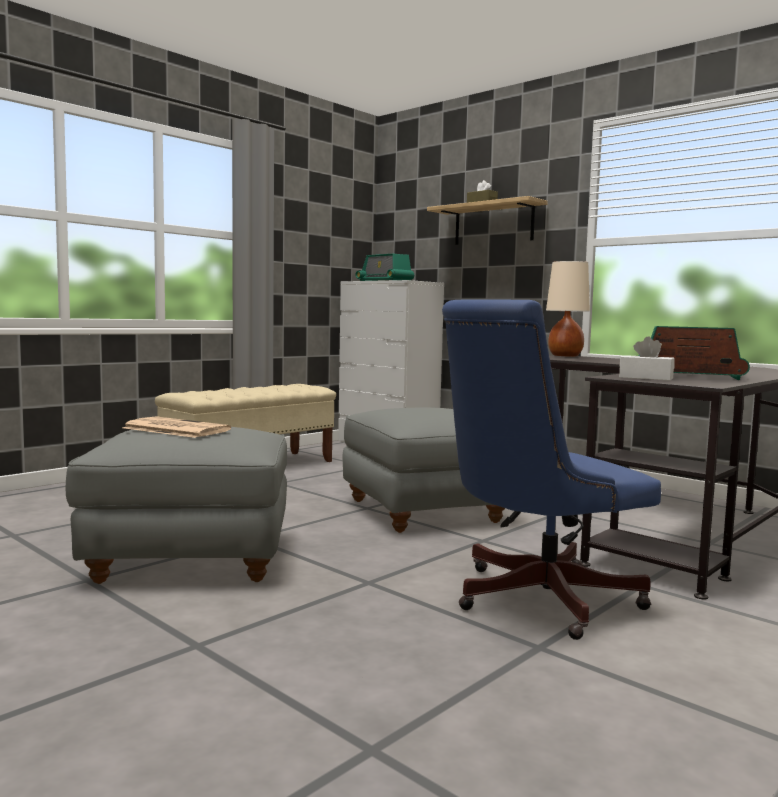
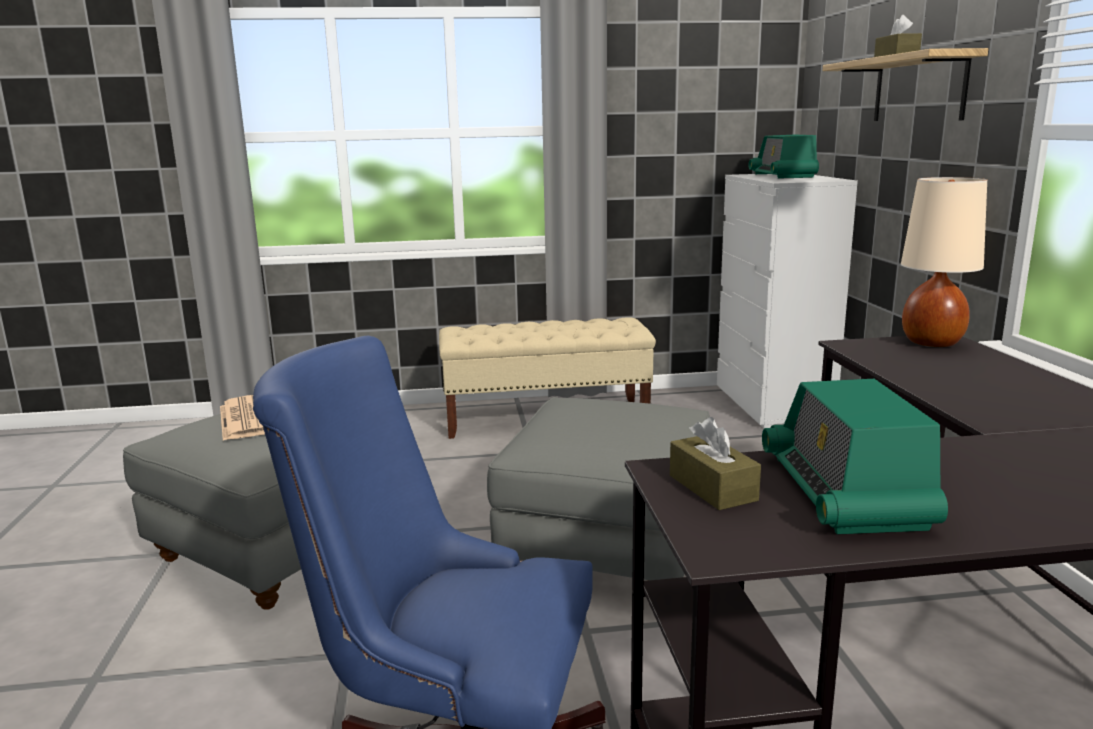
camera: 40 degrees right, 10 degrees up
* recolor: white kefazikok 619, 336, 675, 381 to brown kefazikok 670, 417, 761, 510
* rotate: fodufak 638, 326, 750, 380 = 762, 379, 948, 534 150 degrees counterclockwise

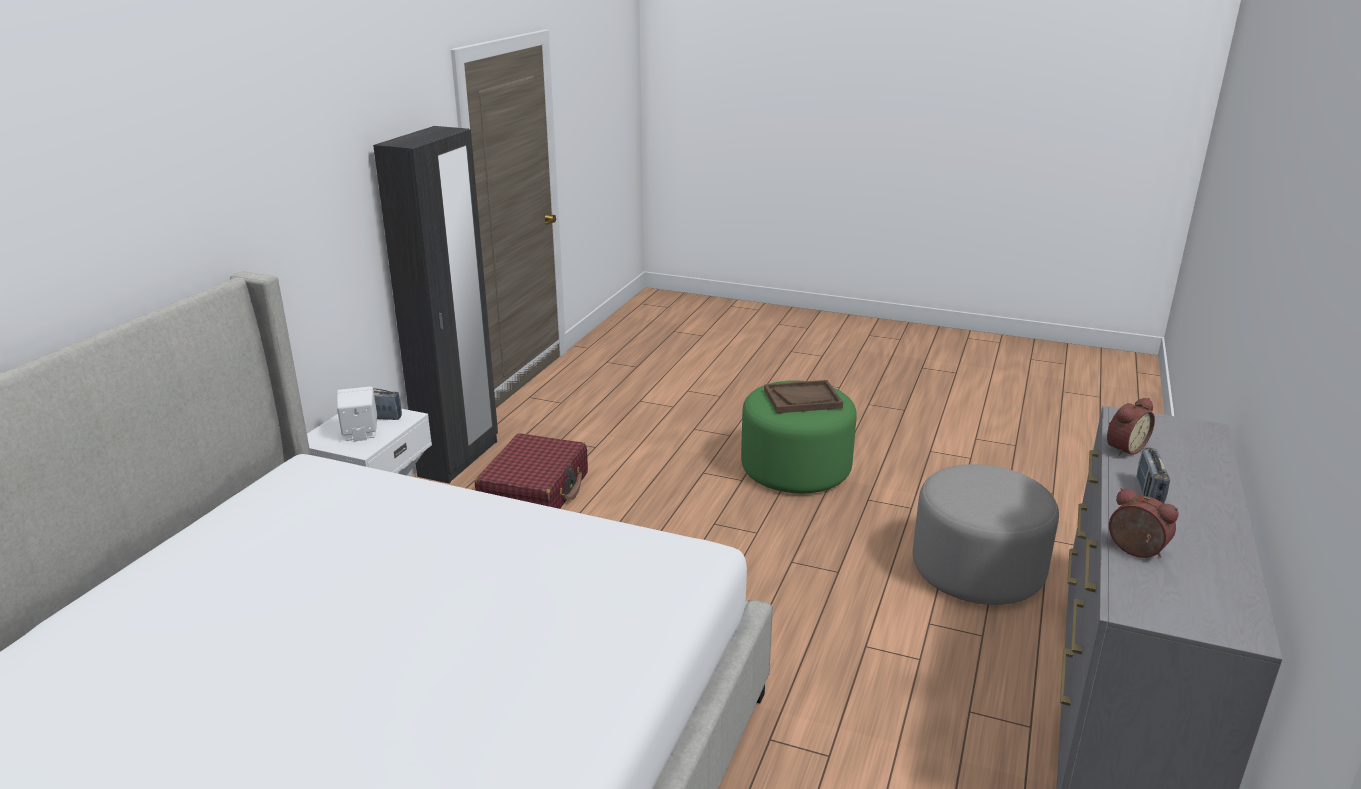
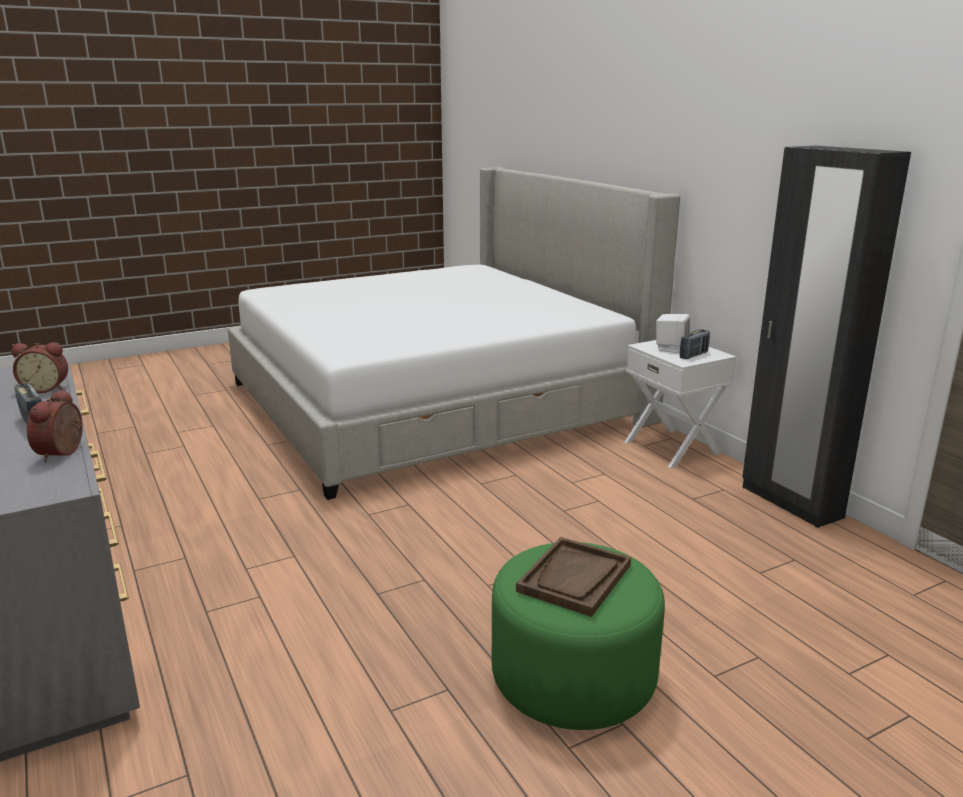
camera: 130 degrees right, 5 degrees down
* delete: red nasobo 475, 433, 588, 509
* delete: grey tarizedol 913, 464, 1059, 605

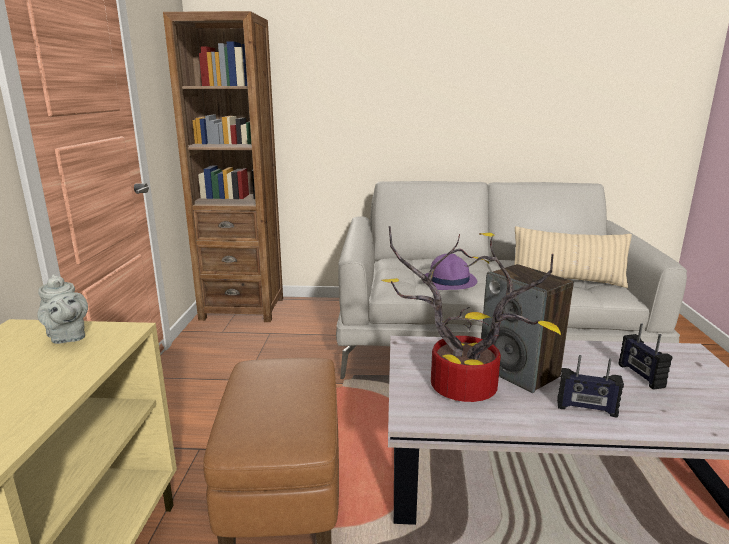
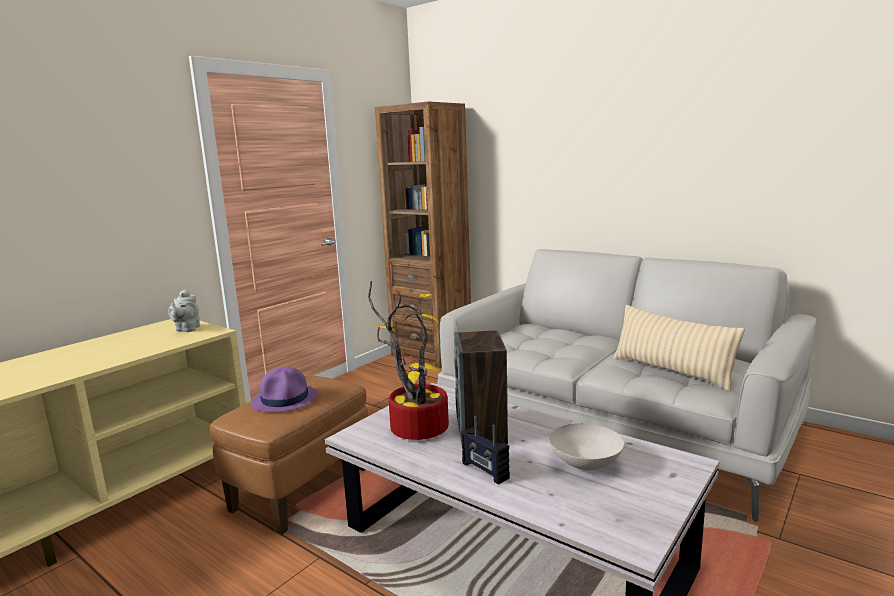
camera: 35 degrees right, 5 degrees down
* move: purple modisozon 425, 253, 477, 290 to 251, 367, 318, 412
* replace: fodufak 618, 323, 672, 390 to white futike 549, 423, 624, 471

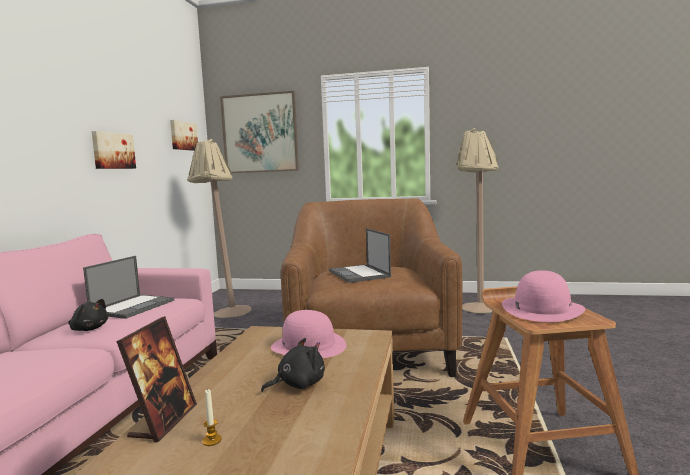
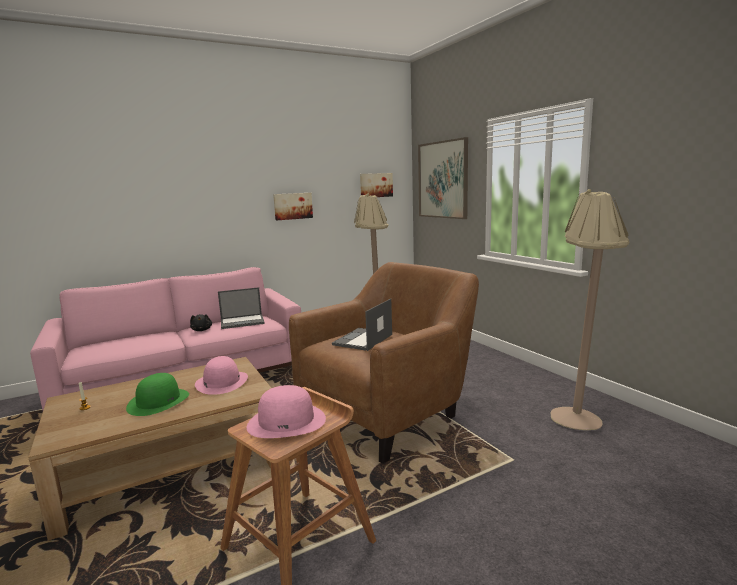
camera: 50 degrees right, 5 degrees up
* replace: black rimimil 261, 338, 325, 392 to green modisozon 126, 373, 189, 416
* delete: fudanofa 116, 316, 197, 443

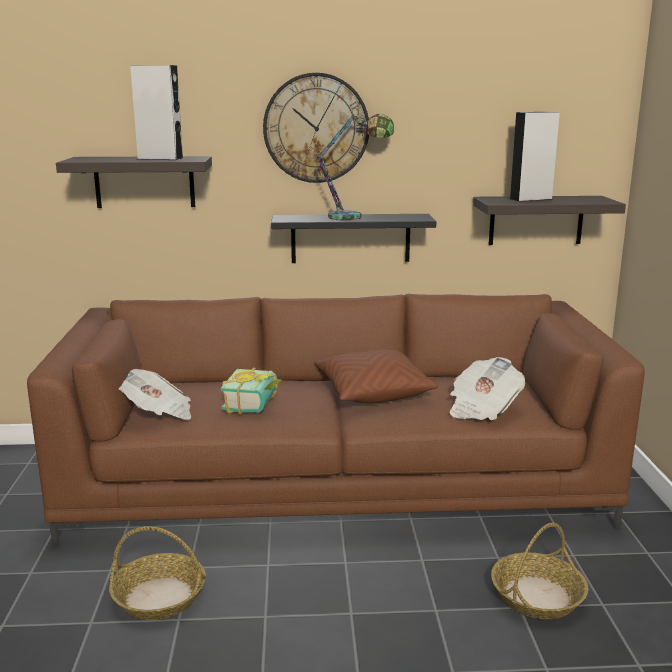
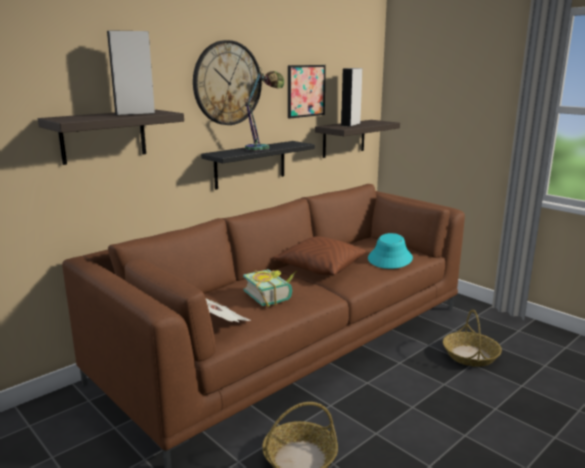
camera: 40 degrees left, 0 degrees up
* insert: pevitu 288, 65, 326, 119
* replace: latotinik 450, 357, 525, 420 to turquoise modisozon 368, 233, 413, 269

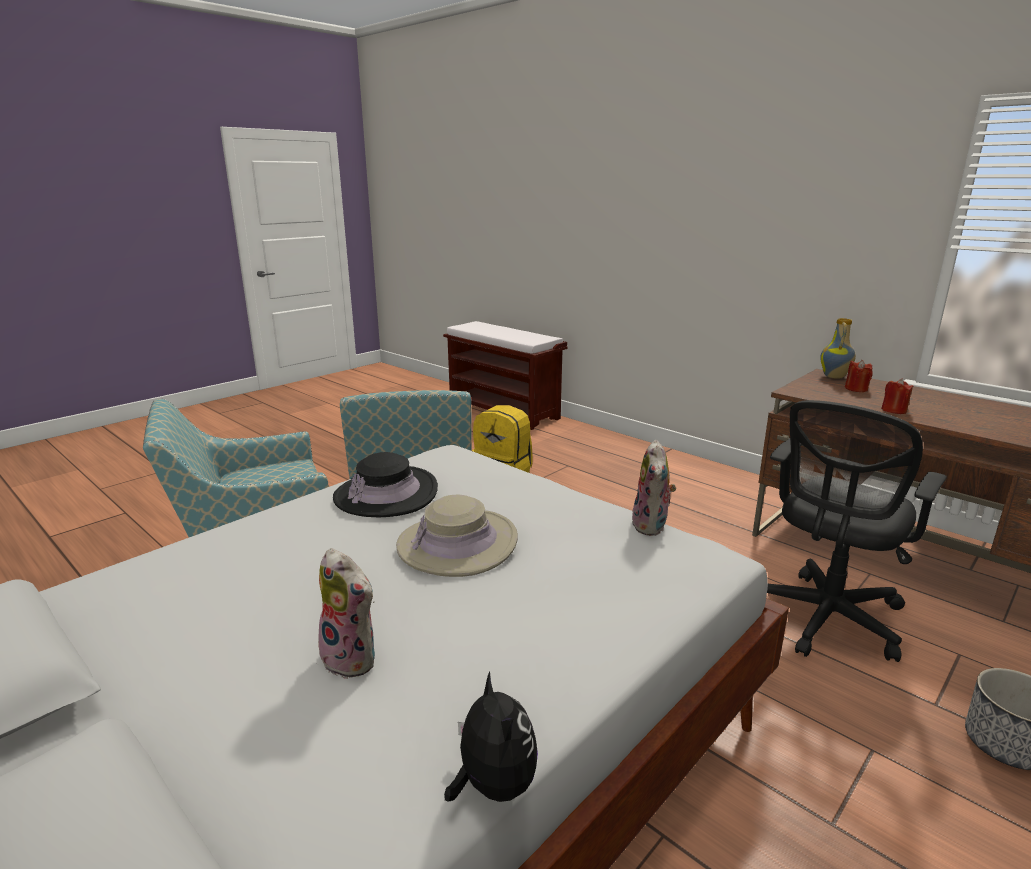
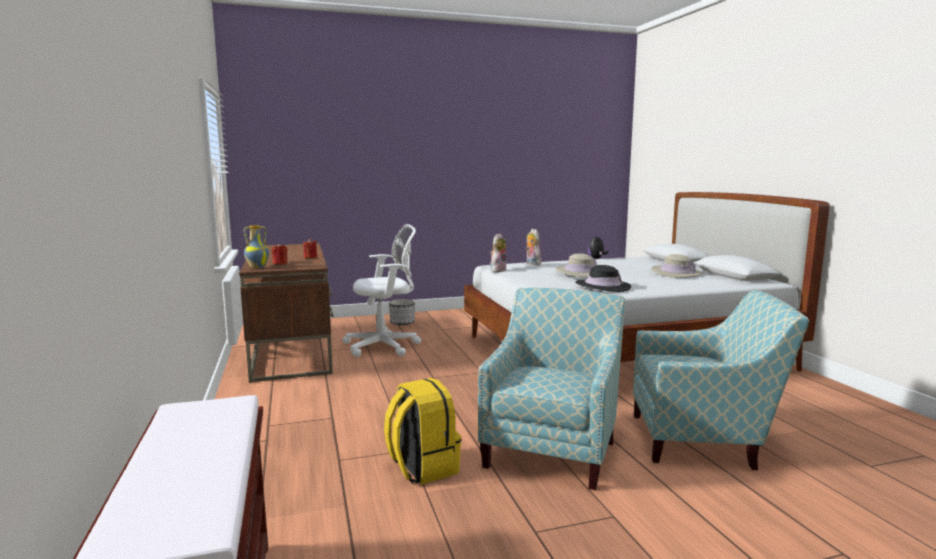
camera: 150 degrees left, 10 degrees down
* recolor: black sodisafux 767, 400, 947, 662 to white sodisafux 343, 224, 421, 357
* move: rimimil 318, 548, 375, 679 to 526, 229, 541, 266
* insert: beige modisozon 651, 254, 702, 278

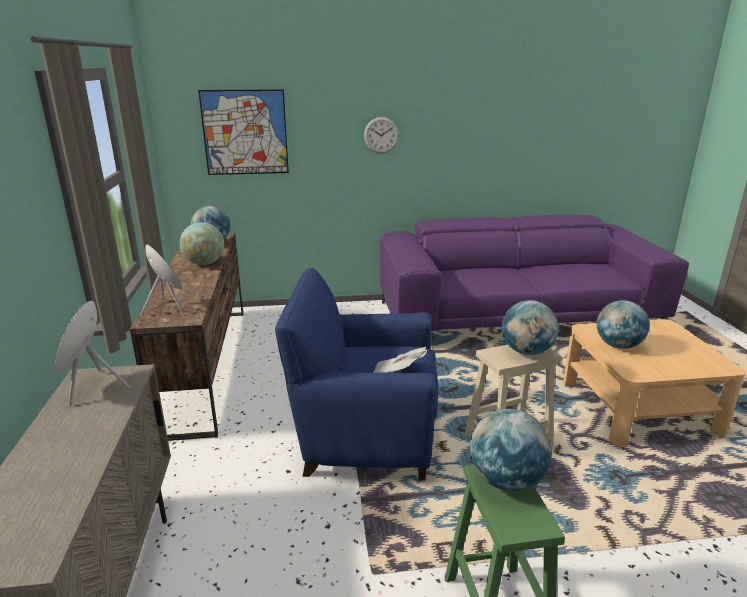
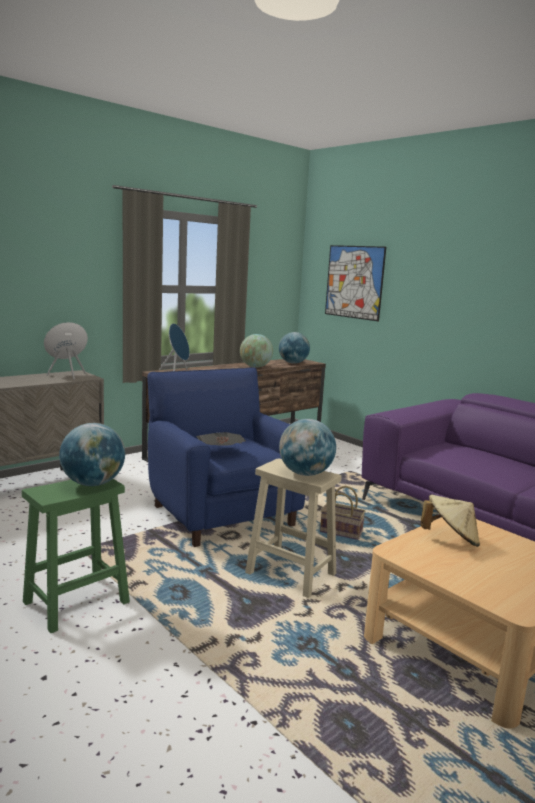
camera: 55 degrees right, 10 degrees down
* insert: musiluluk 320, 486, 365, 540
* replace: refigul 597, 300, 650, 349 to beige modisozon 420, 495, 480, 547
* delete: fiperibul 364, 117, 399, 154

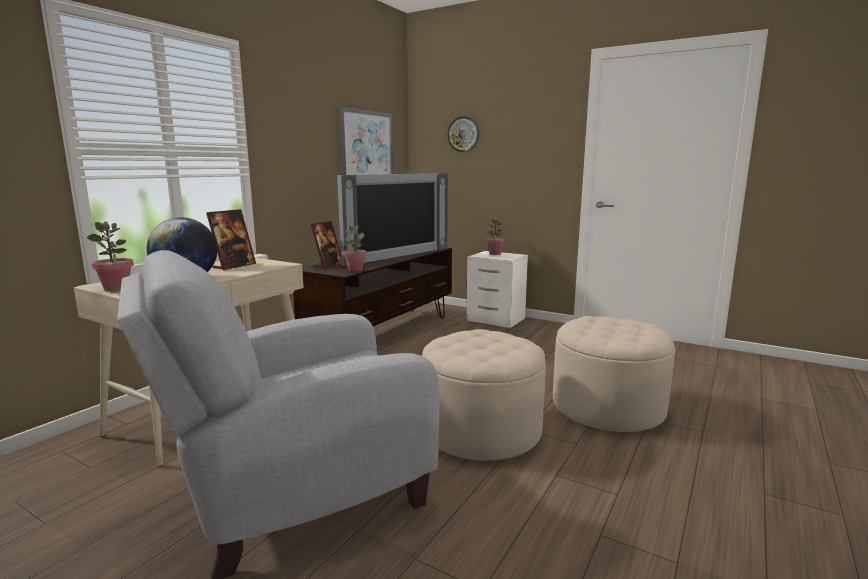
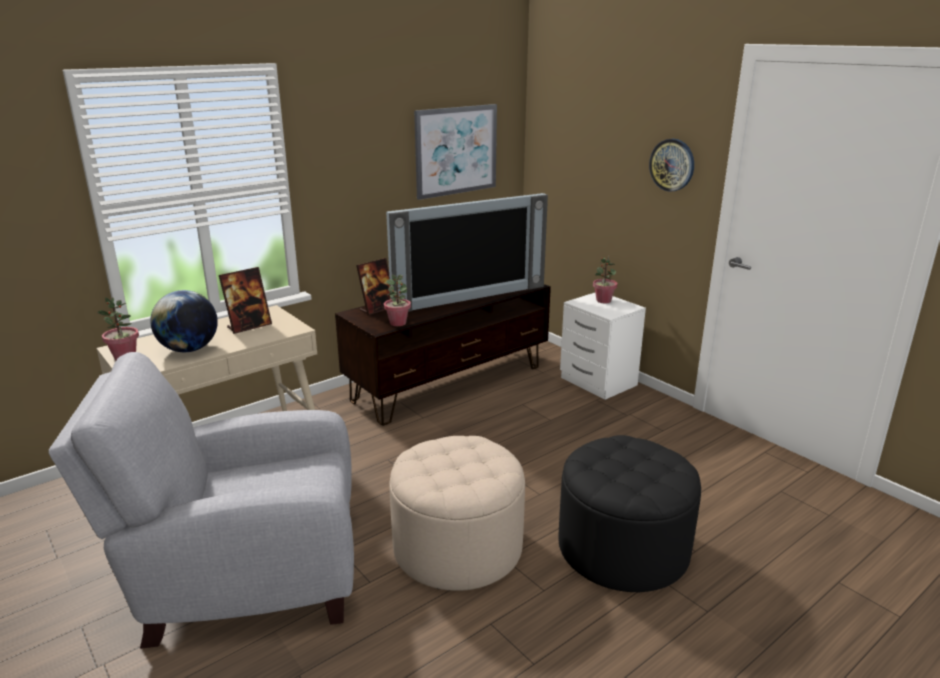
camera: 20 degrees right, 10 degrees up
* recolor: beige tarizedol 553, 316, 675, 432 to black tarizedol 558, 435, 701, 593
* move: fiperibul 447, 116, 479, 152 to 649, 139, 694, 192

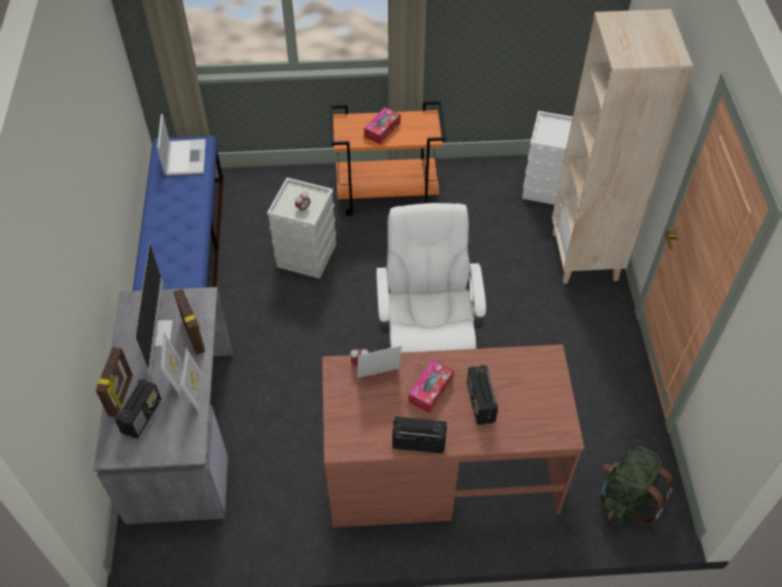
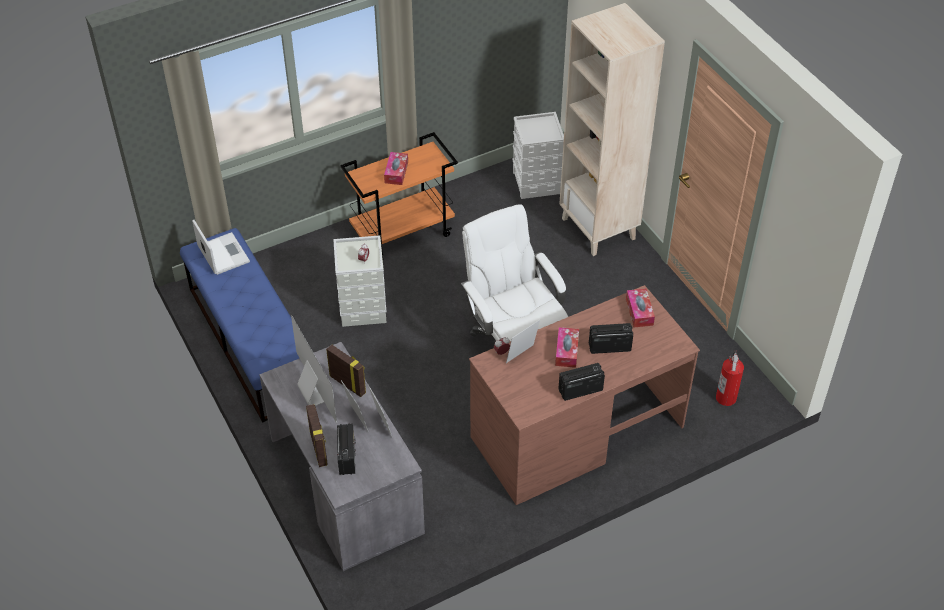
camera: 25 degrees left, 5 degrees down
* rotate: fodufak 467, 365, 498, 425 = 589, 323, 633, 354 120 degrees clockwise
* insert: kefazikok 626, 288, 655, 327
* replace: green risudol 600, 447, 672, 525 to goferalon 716, 350, 744, 406

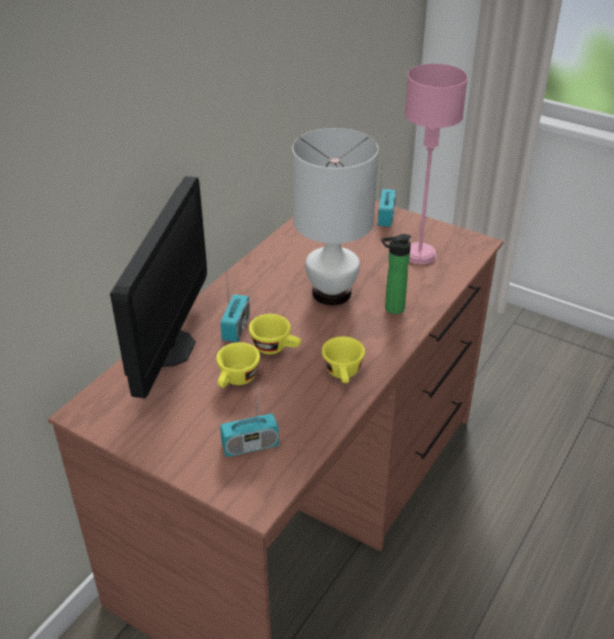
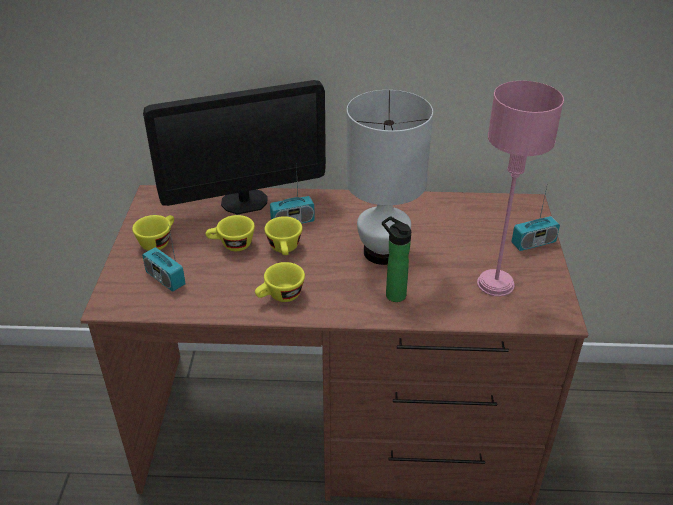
camera: 60 degrees right, 0 degrees up
* insert: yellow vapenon 132, 215, 174, 251

